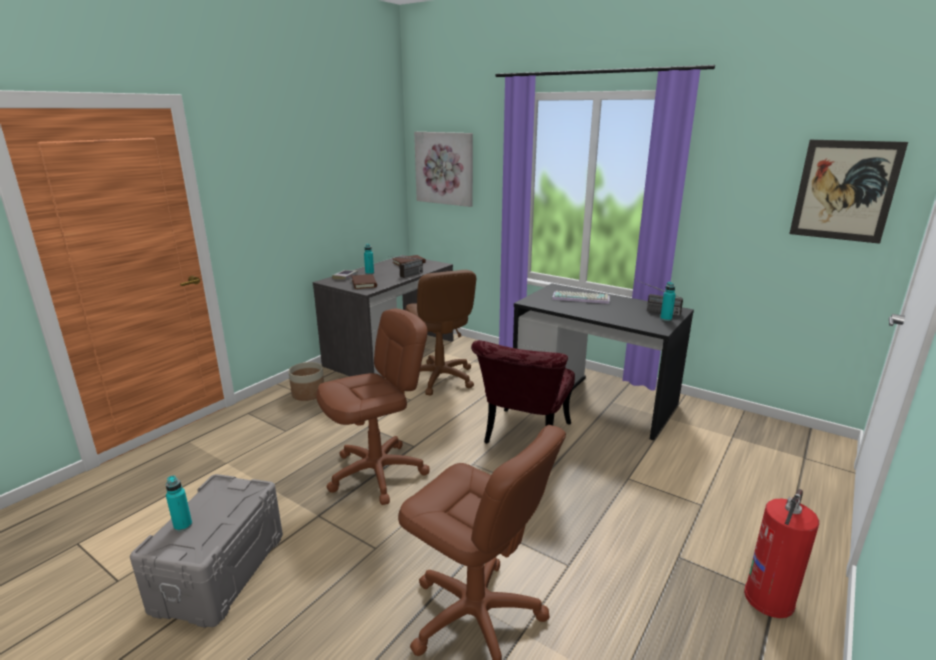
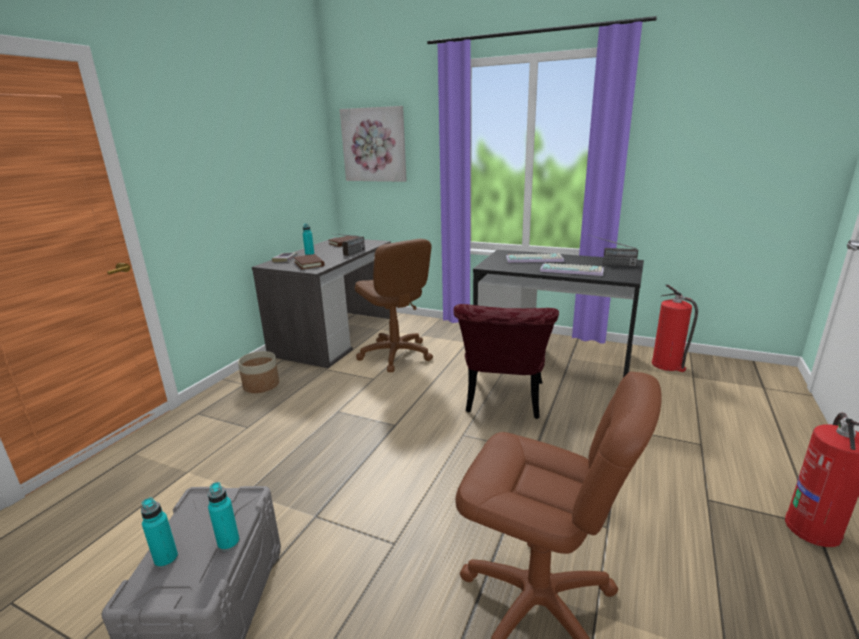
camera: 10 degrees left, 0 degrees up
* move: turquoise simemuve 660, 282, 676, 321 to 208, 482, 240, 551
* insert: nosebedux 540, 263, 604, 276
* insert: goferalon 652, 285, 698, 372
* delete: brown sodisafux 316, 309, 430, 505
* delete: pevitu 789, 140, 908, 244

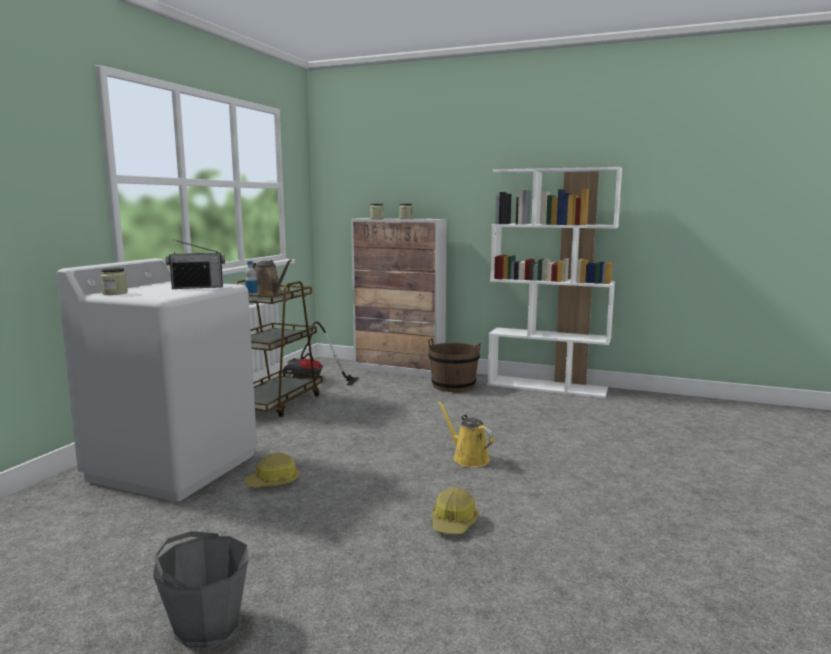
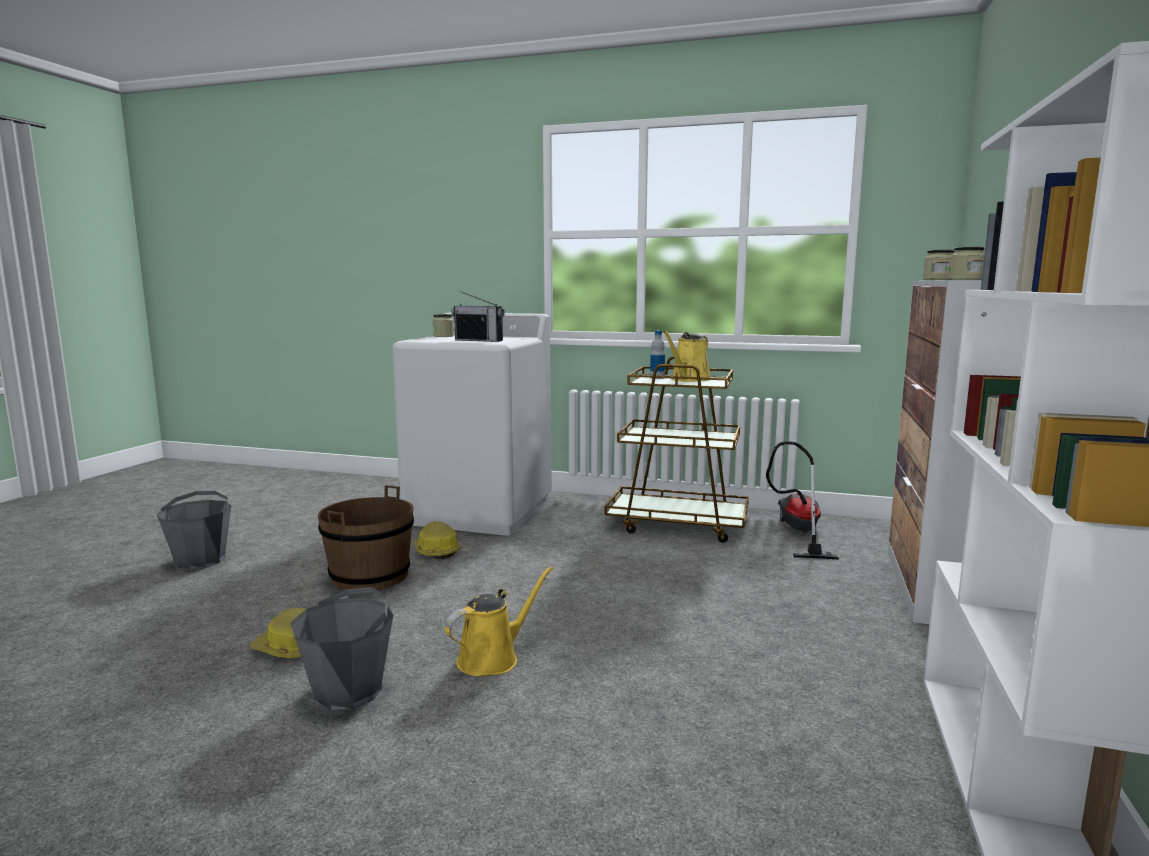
camera: 85 degrees right, 0 degrees up
* insert: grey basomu 291, 587, 393, 711
* move: brown basomu 428, 338, 481, 392 to 318, 485, 414, 591
* rotate: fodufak 166, 239, 225, 289 = 451, 291, 505, 342 45 degrees counterclockwise
* recolor: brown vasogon 253, 259, 292, 296 to yellow vasogon 663, 331, 710, 382

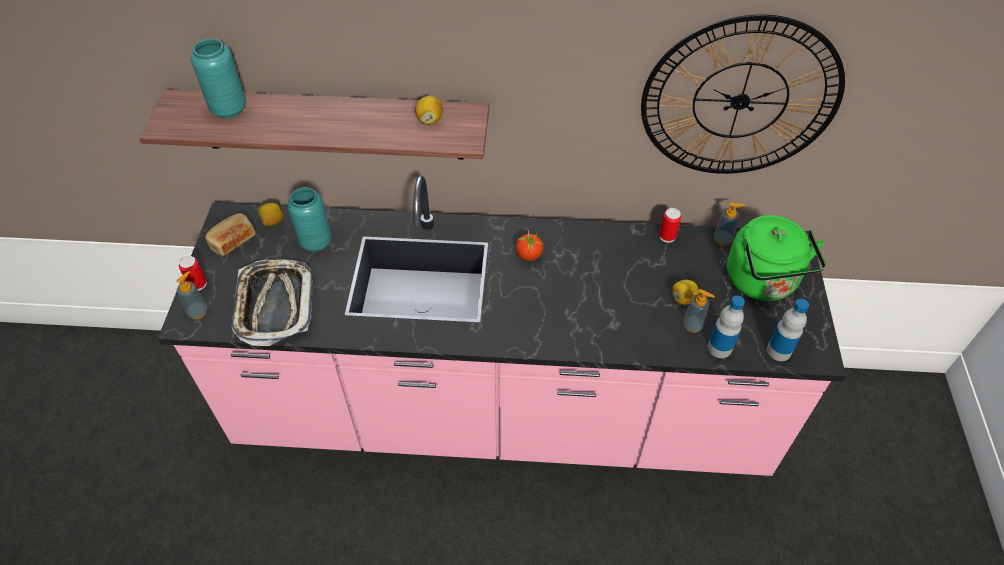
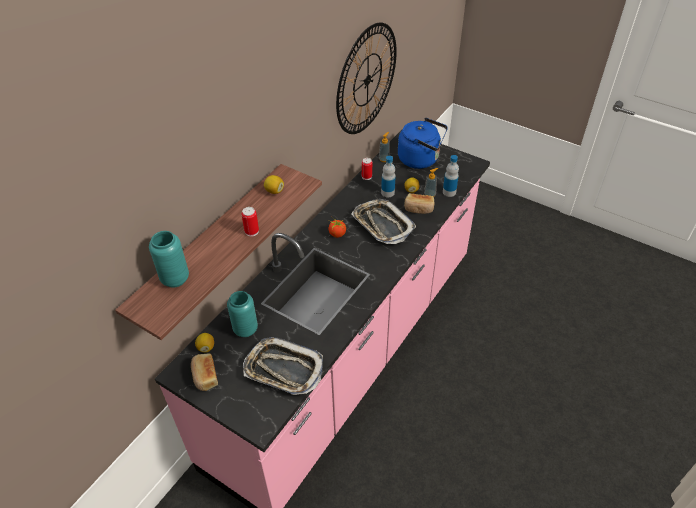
camera: 60 degrees left, 5 degrees down
* move: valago 179, 255, 207, 291 to 241, 207, 259, 237
* insert: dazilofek 351, 199, 416, 244
* move: simemuve 767, 299, 809, 361 to 381, 156, 396, 197
* recolor: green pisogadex 727, 215, 826, 301 to blue pisogadex 398, 118, 448, 169
* insert: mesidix 404, 193, 434, 214
* delete: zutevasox 176, 271, 208, 319

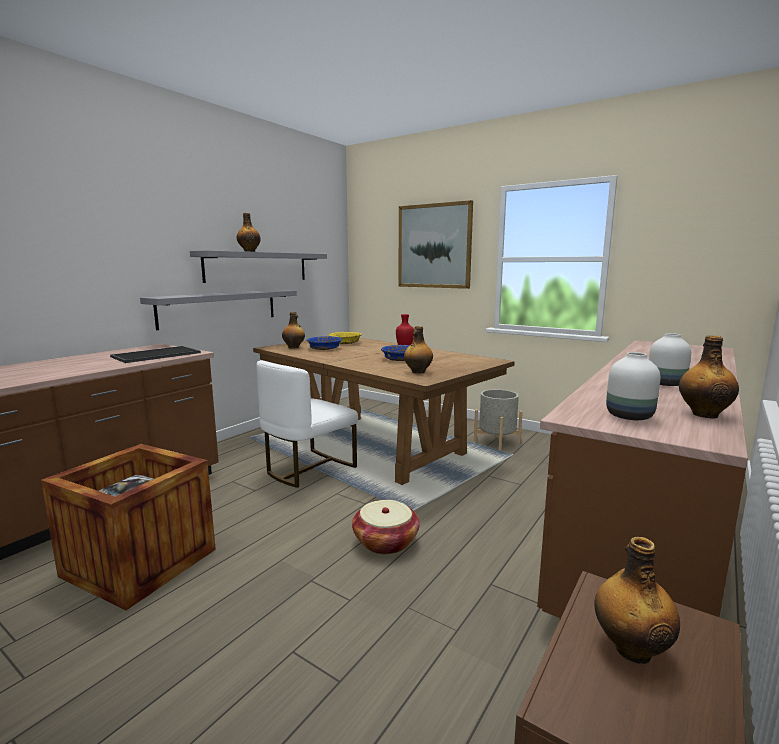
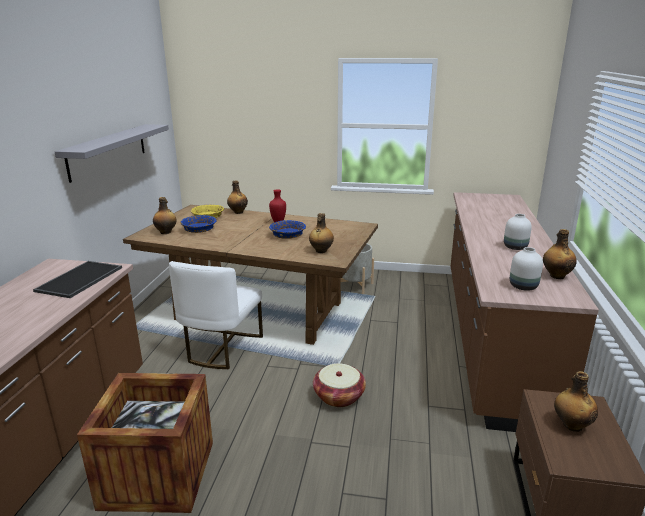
camera: 25 degrees left, 10 degrees up
* move: simemuve 237, 213, 261, 252 to 227, 181, 248, 214
* delete: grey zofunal 140, 290, 297, 330
* delete: pevitu 398, 200, 473, 289

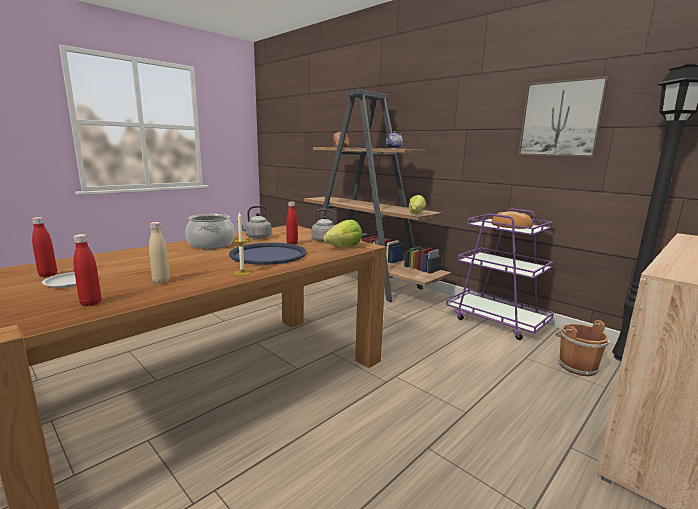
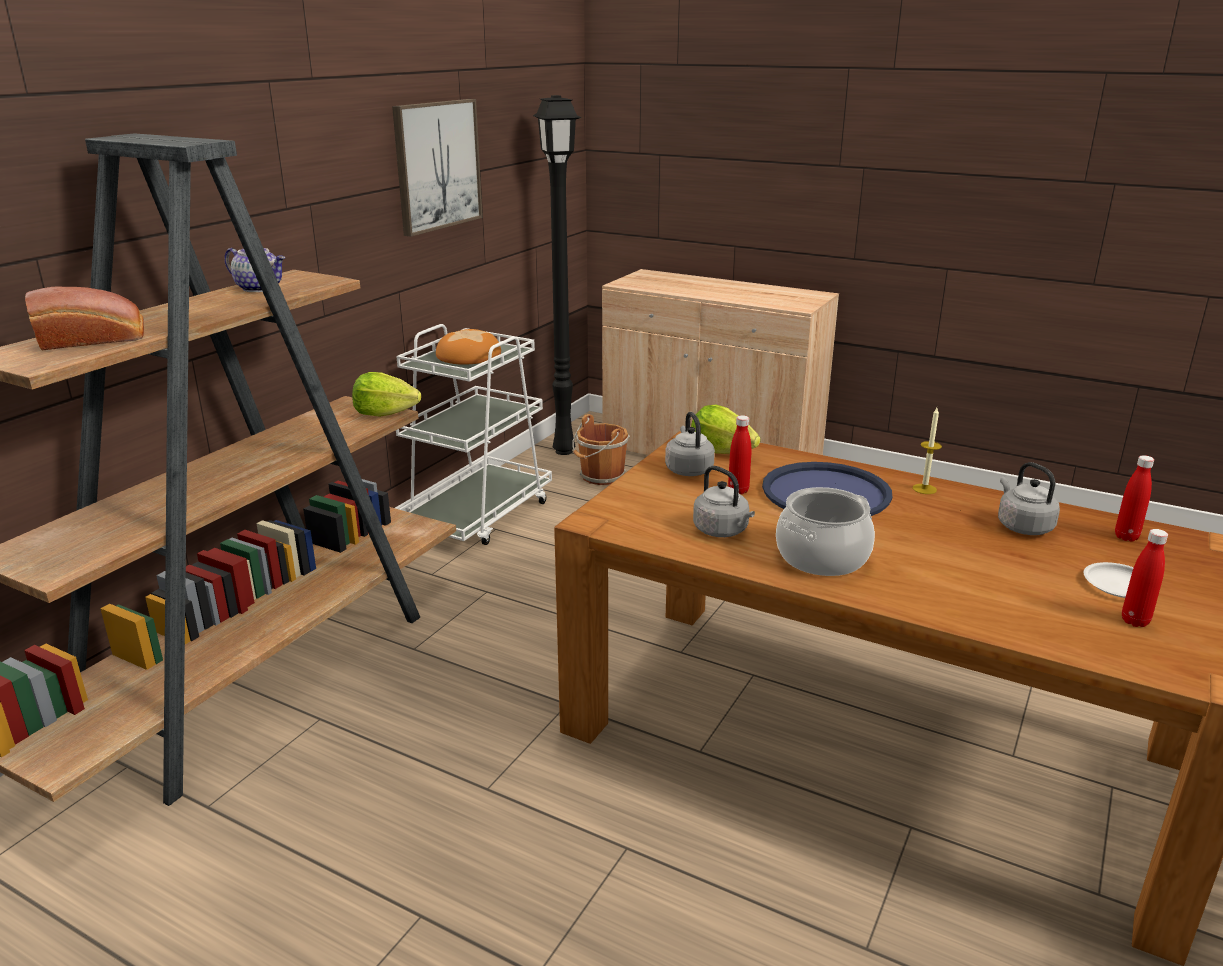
camera: 105 degrees left, 10 degrees up
* recolor: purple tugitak 446, 208, 554, 340 to white tugitak 396, 324, 552, 545
* replace: beige simemuve 149, 222, 170, 284 to grey pisogadex 998, 462, 1060, 535

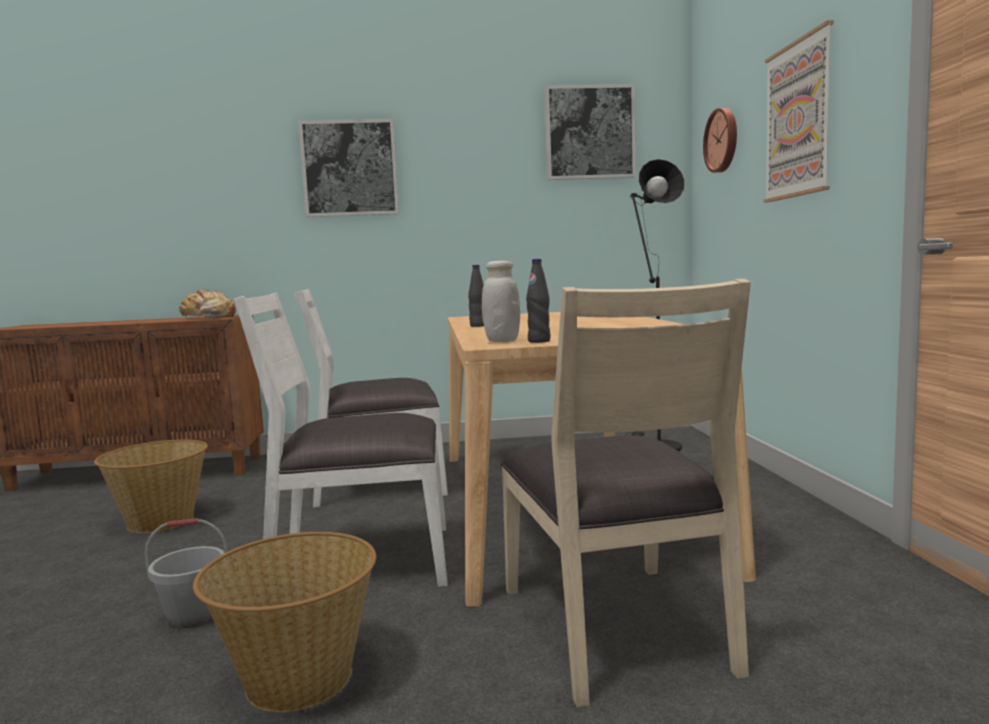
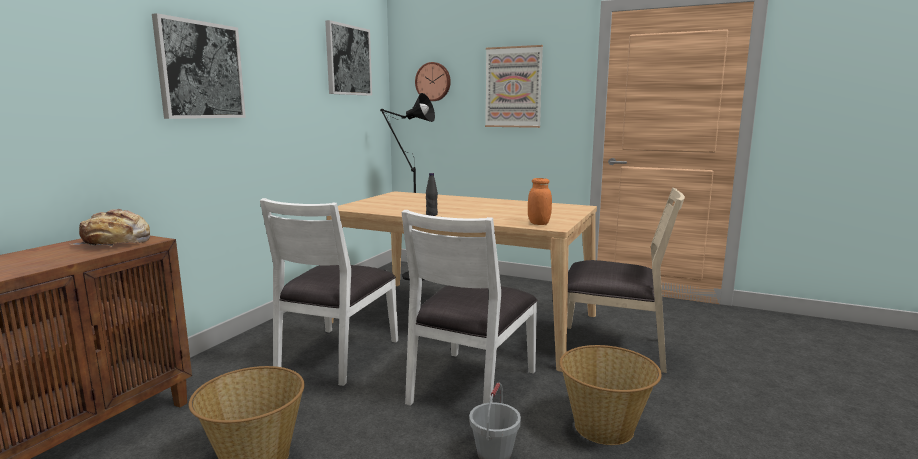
camera: 60 degrees left, 5 degrees up
* recolor: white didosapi 482, 261, 520, 342 to orange didosapi 528, 178, 552, 225
* delete: black simemuve 526, 259, 550, 343

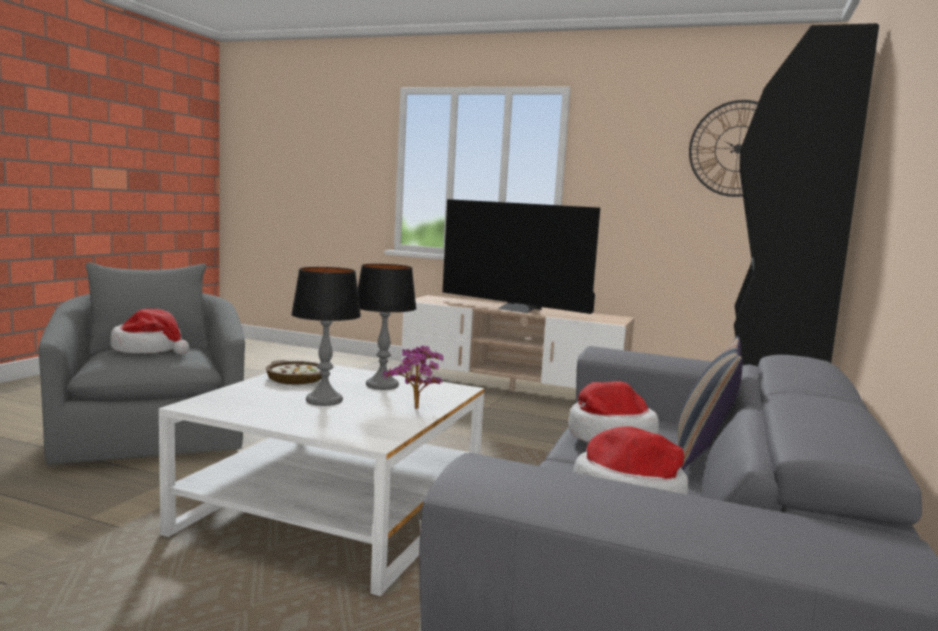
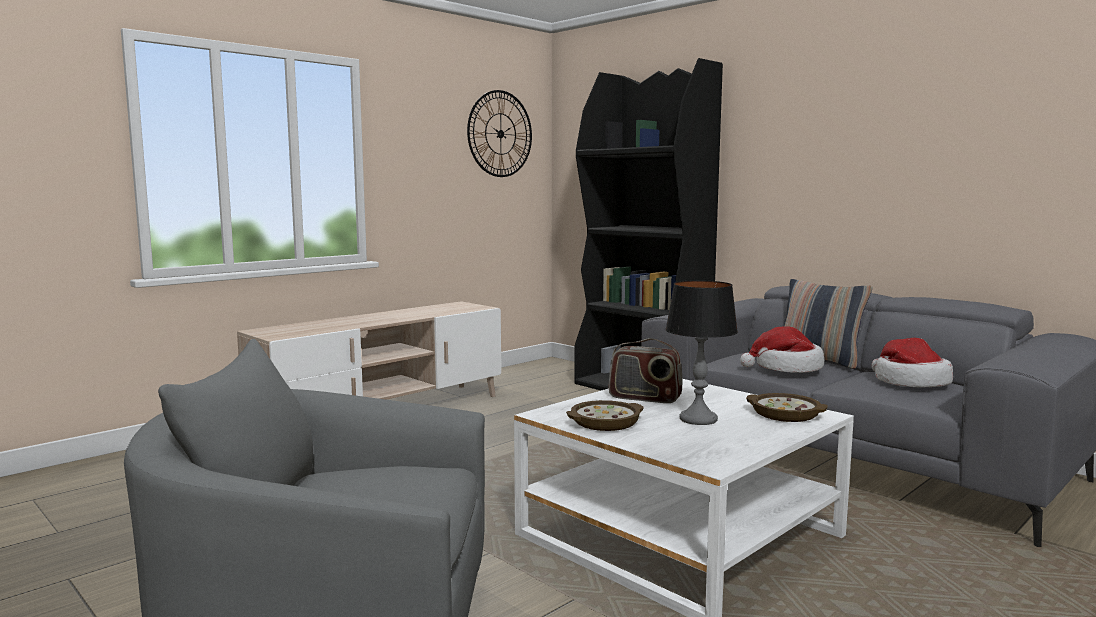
camera: 65 degrees left, 0 degrees up
* replace: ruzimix 358, 264, 417, 390 to fodufak 609, 338, 683, 403
* insert: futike 746, 393, 828, 422
* delete: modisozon 111, 309, 189, 355
* delete: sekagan 383, 345, 443, 409
* delete: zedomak 442, 199, 600, 314

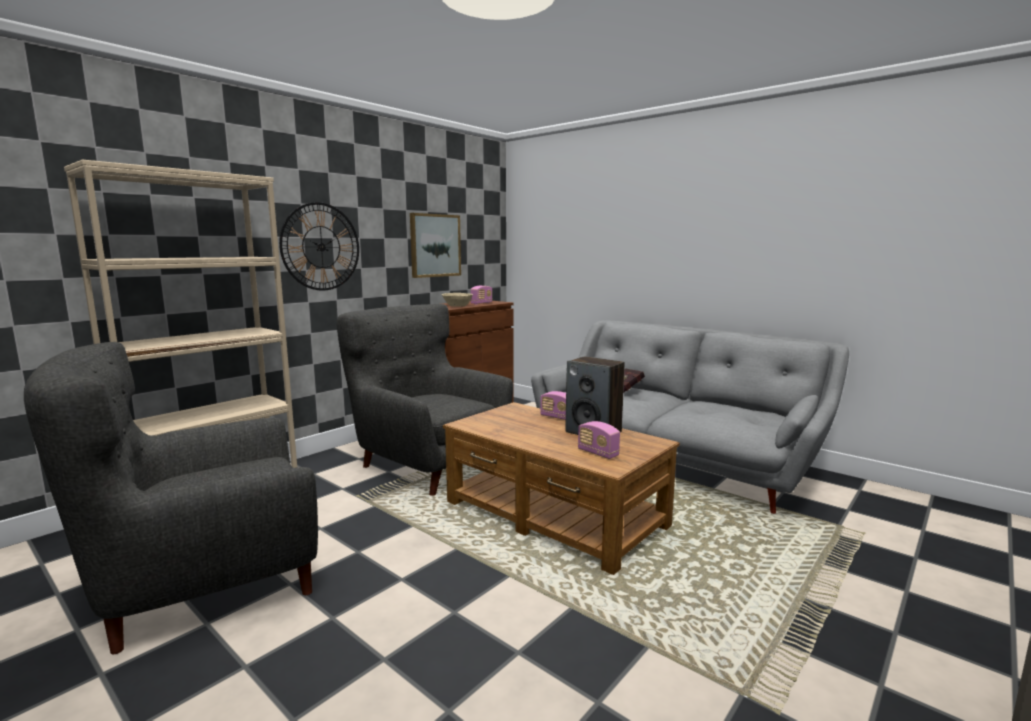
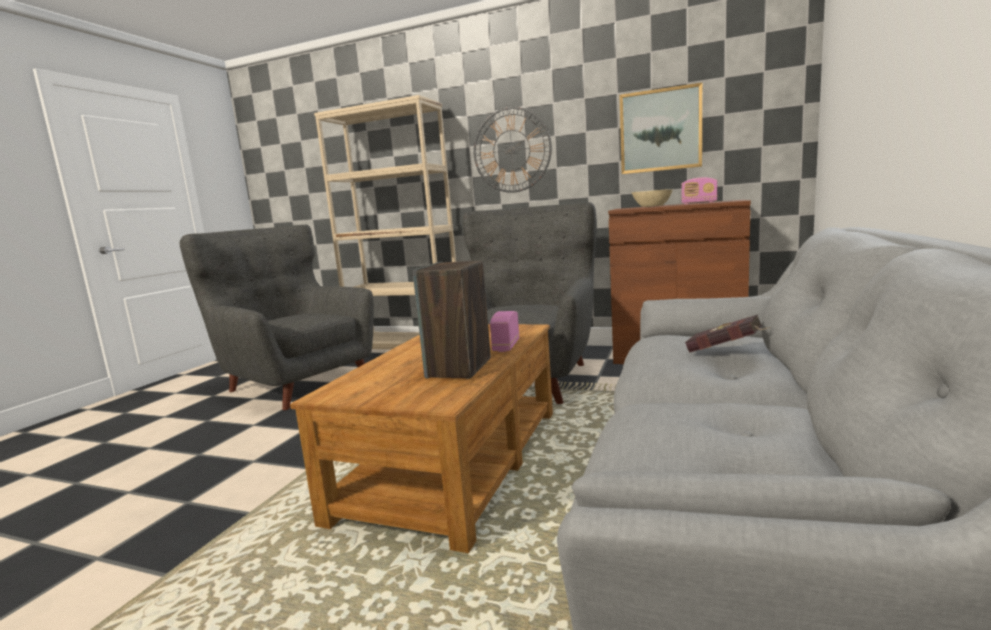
camera: 70 degrees right, 0 degrees up
* delete: fodufak 578, 421, 620, 459

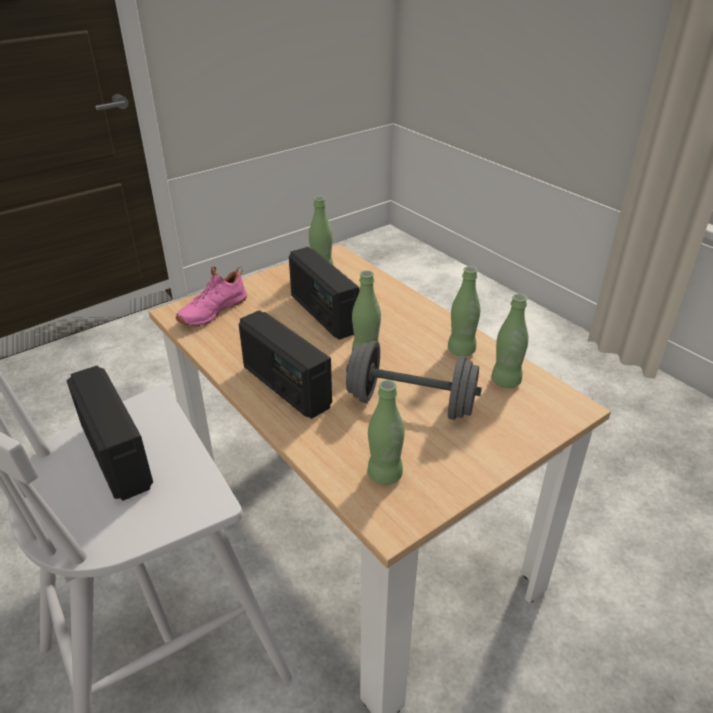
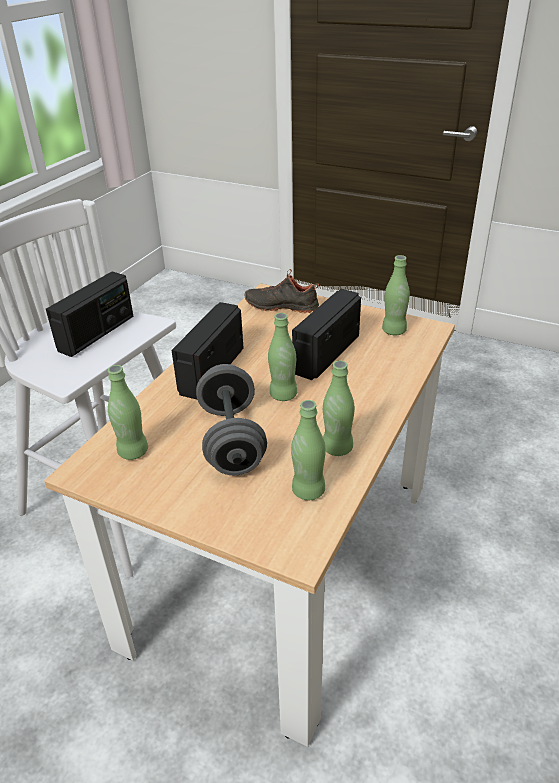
camera: 65 degrees right, 0 degrees up
* recolor: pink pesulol 176, 266, 247, 327 to black pesulol 245, 269, 319, 313

